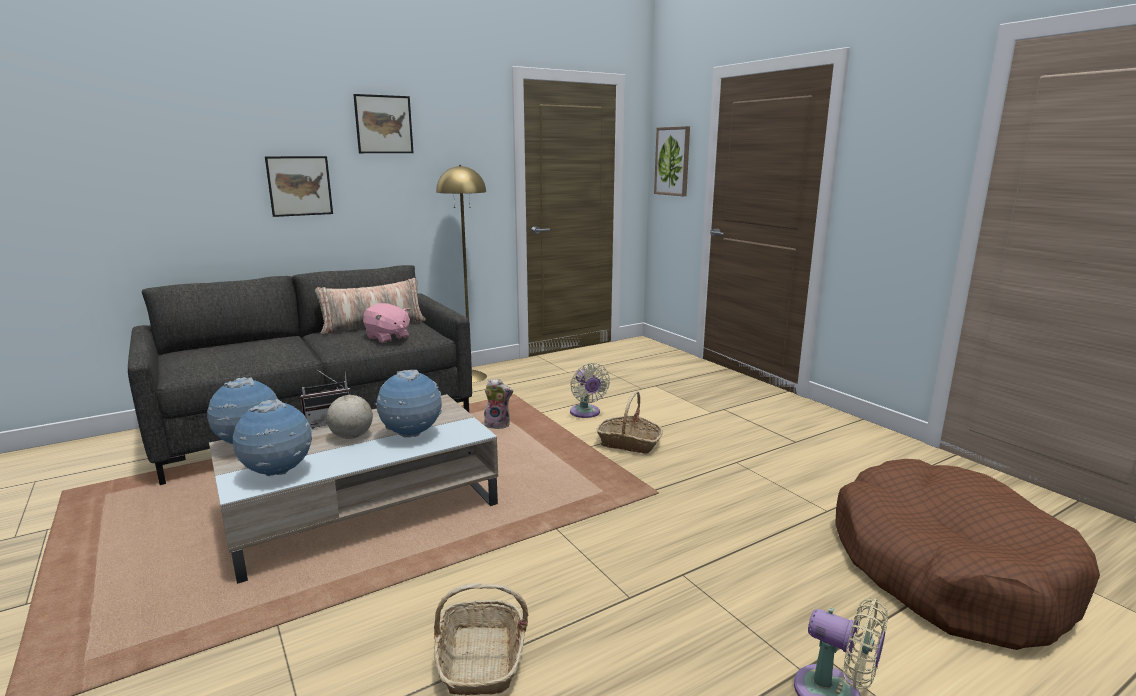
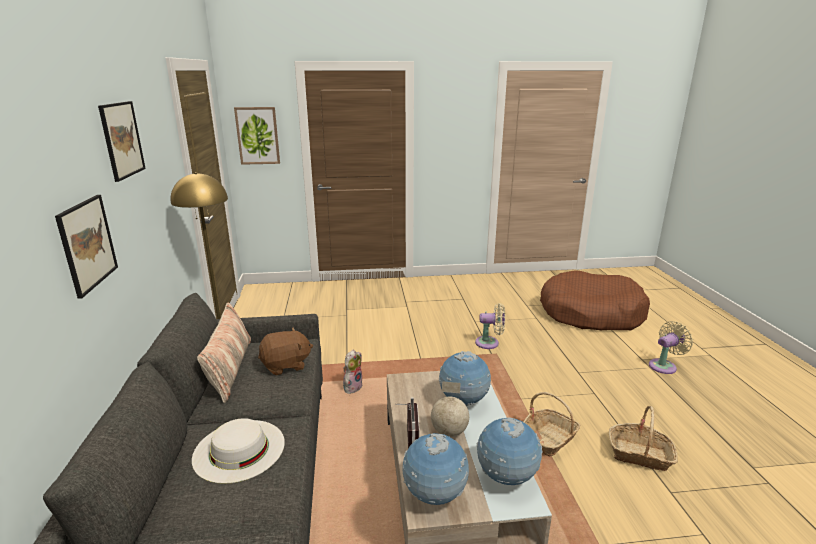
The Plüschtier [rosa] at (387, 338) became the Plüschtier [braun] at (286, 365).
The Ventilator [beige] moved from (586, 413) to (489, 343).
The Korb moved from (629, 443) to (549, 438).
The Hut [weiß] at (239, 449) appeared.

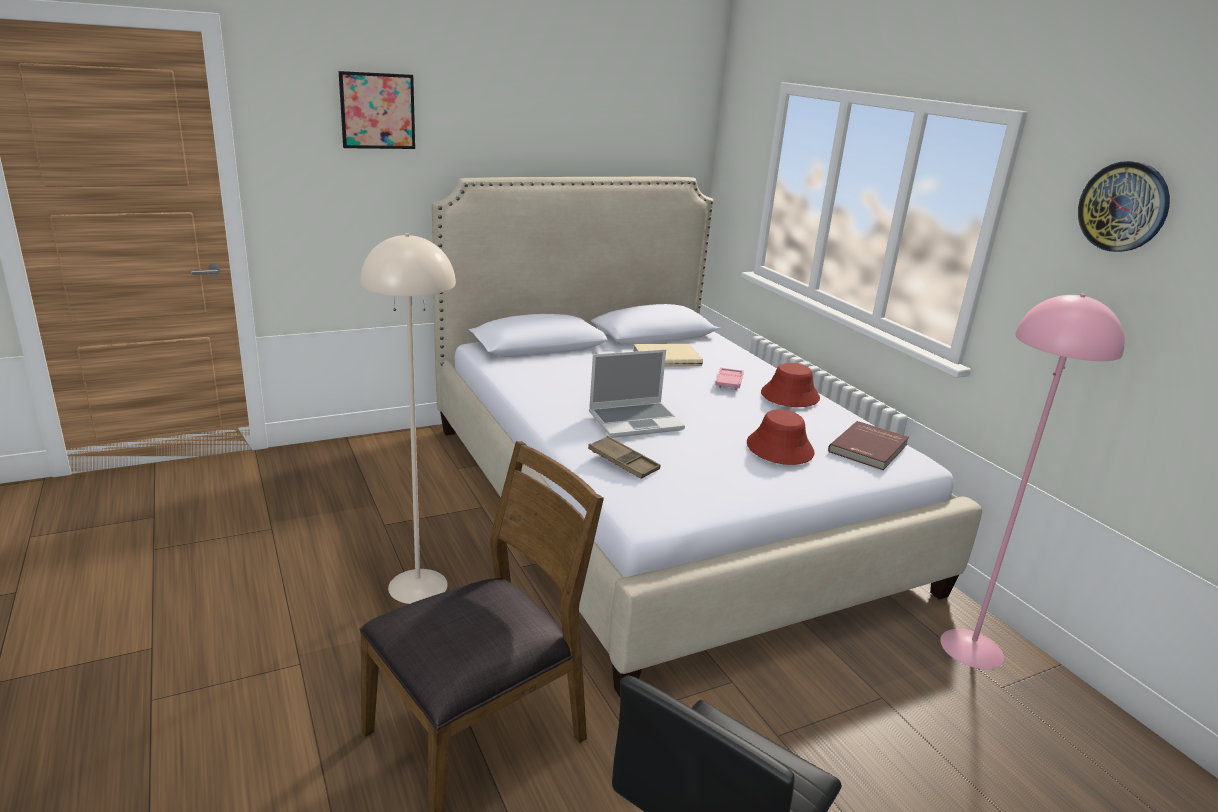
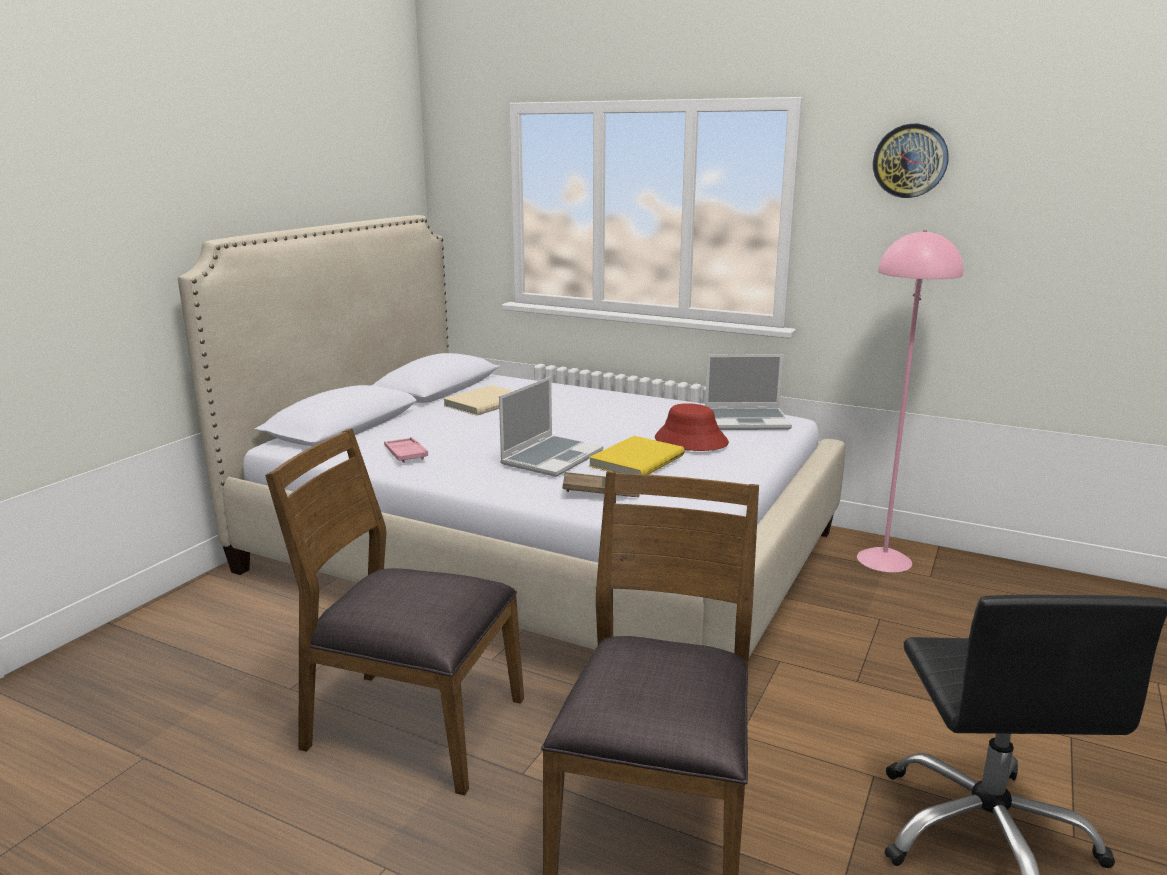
The Bild at (377, 111) disappeared.
The Stehlampe [beige] at (418, 585) was replaced by the Stuhl [braun] at (412, 725).
The Hut [rot] at (789, 396) disappeared.
The Tablett [rosa] moved from (729, 382) to (406, 454).
The Buch [rot] at (869, 448) was replaced by the Laptop at (747, 420).
The Buch [gelb] at (635, 460) appeared.

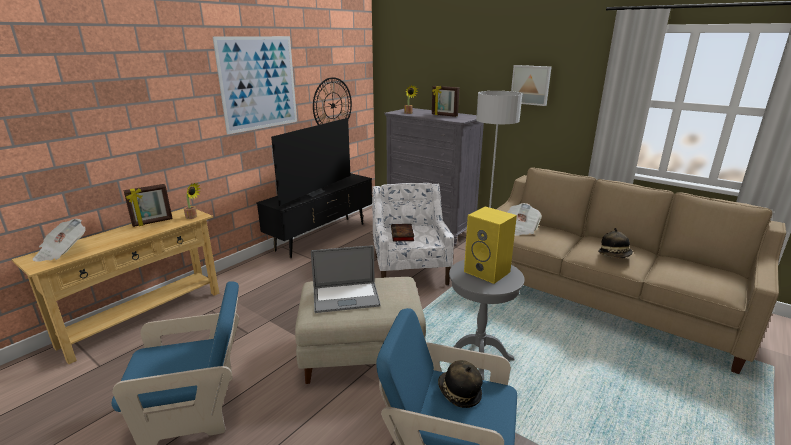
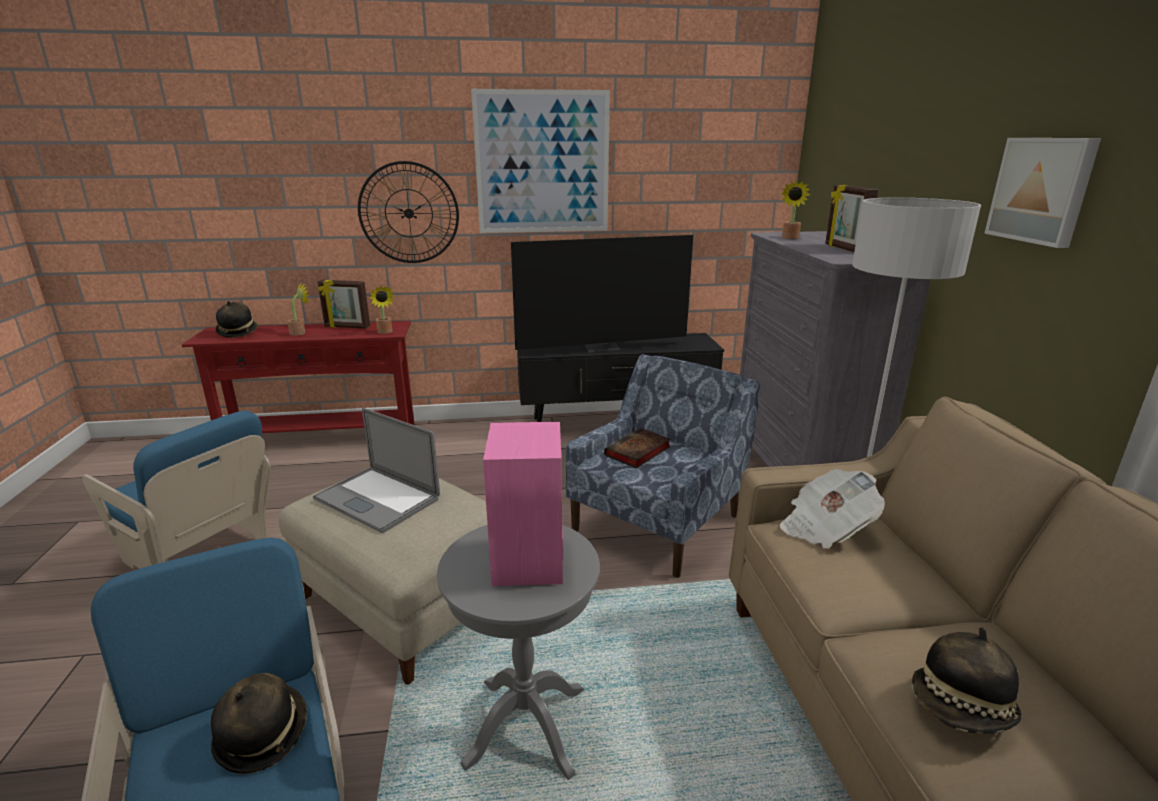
The Wanduhr moved from (332, 105) to (409, 213).
The Sessel [weiß] at (410, 269) became the Sessel [blau] at (658, 522).
The Lautsprecher [gelb] at (488, 272) became the Lautsprecher [rosa] at (530, 561).
The Konsolentisch [beige] at (144, 317) became the Konsolentisch [rot] at (322, 439).
The Zeitung at (62, 252) was replaced by the Hut at (238, 332).
The Topfpflanze at (300, 332) appeared.

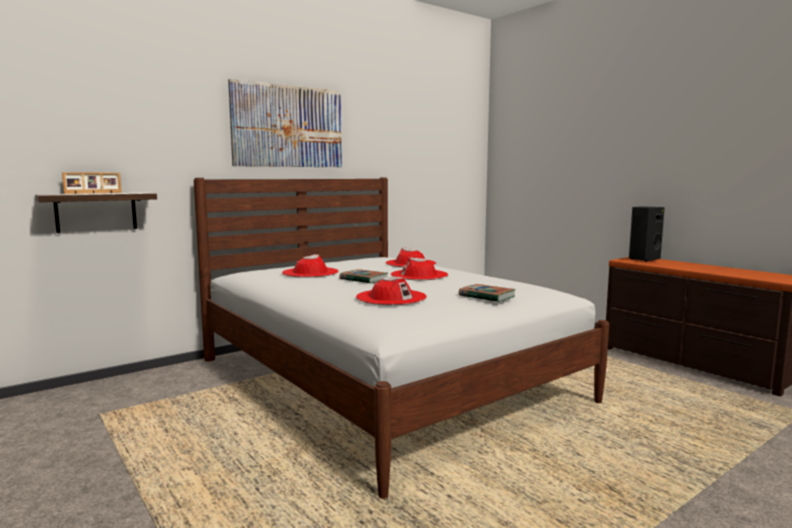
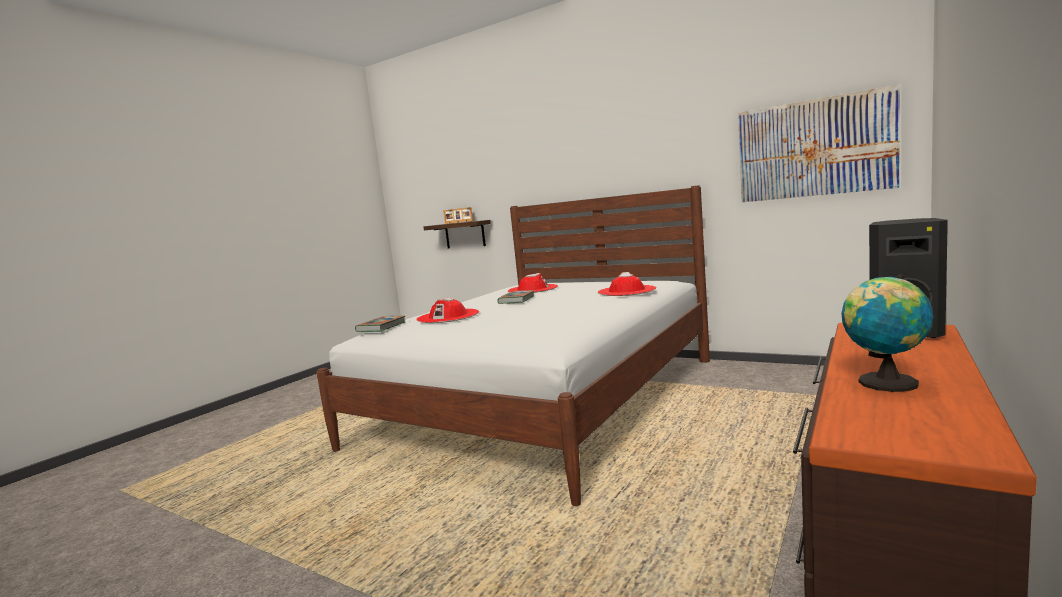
The Bild moved from (288, 126) to (814, 148).
The Hut [rot] at (419, 275) disappeared.
The Buch moved from (486, 296) to (381, 327).
The Globus at (884, 383) appeared.

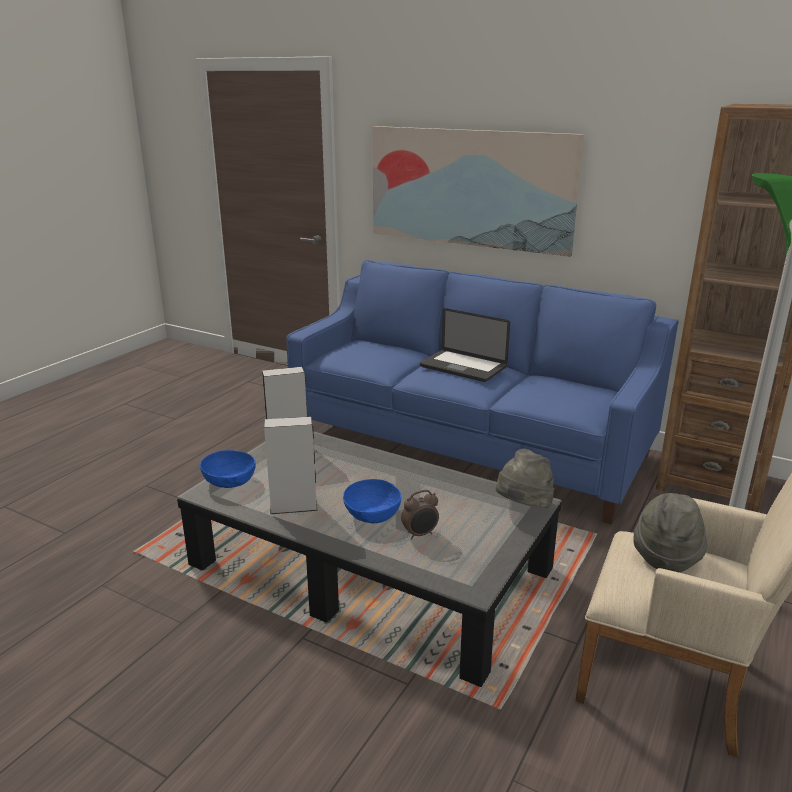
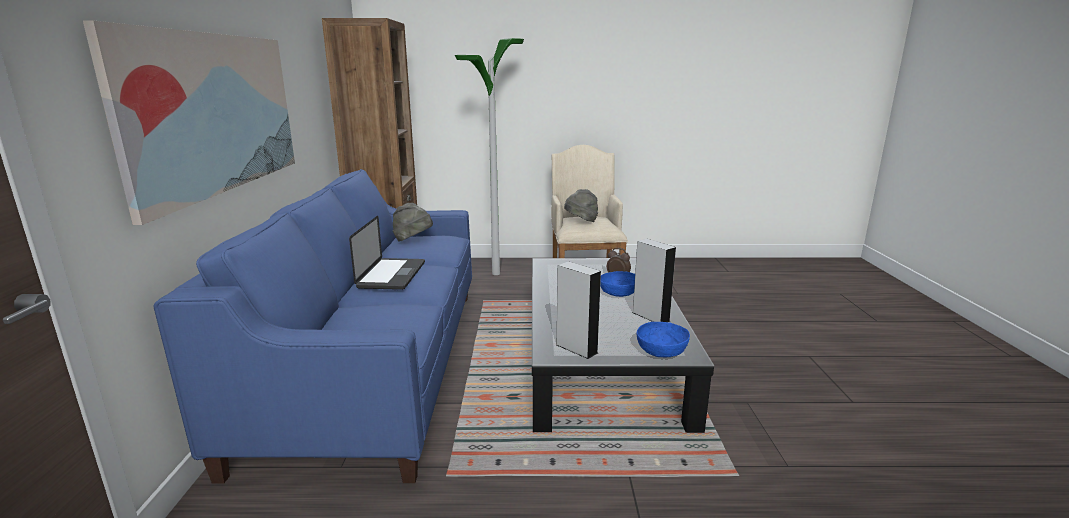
The Hut [grau] moved from (522, 507) to (413, 241).

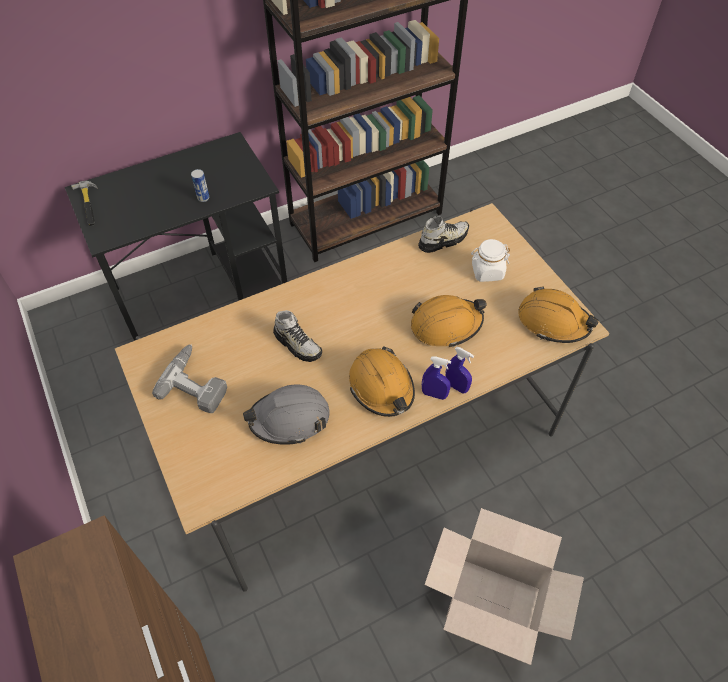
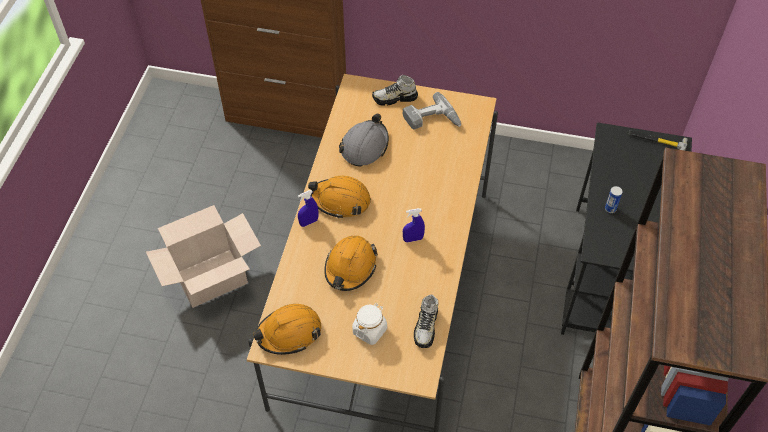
The Schuh moved from (298, 344) to (395, 98).
The Sprühflasche [blau] moved from (456, 386) to (413, 239).

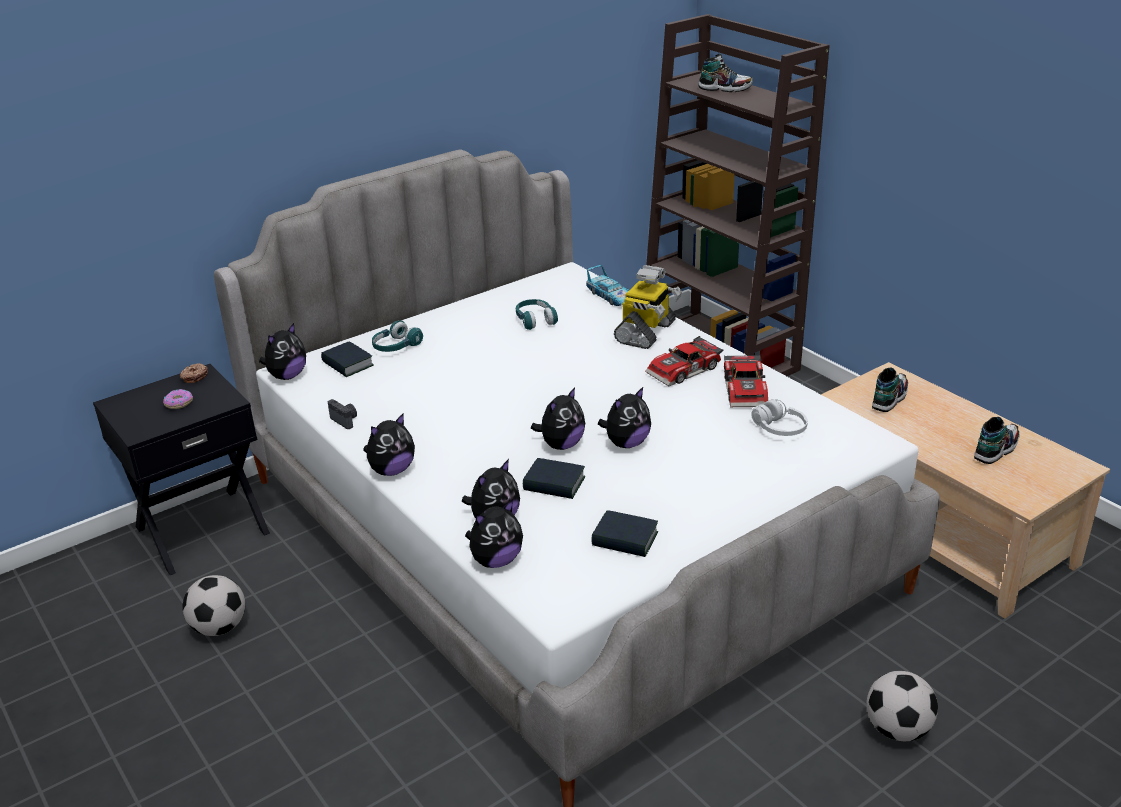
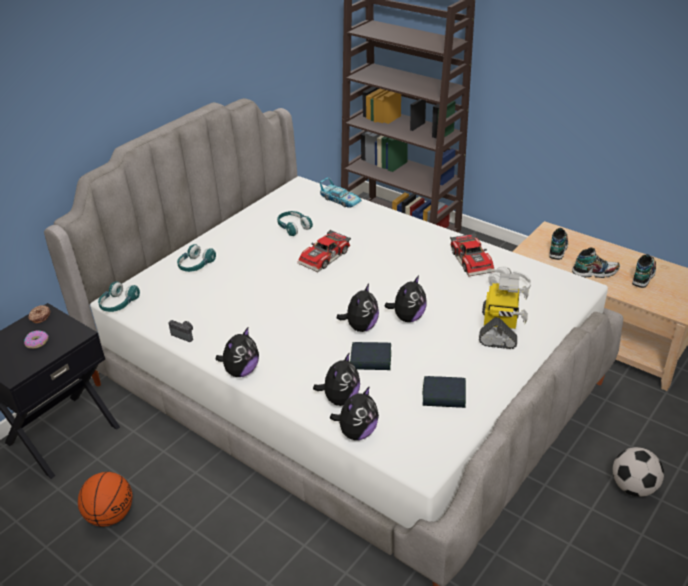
The Schuh moved from (725, 88) to (595, 272).
The Spielzeugroboter moved from (646, 333) to (500, 330).
The Plüschtier at (287, 376) was replaced by the Kopfhörer [türkis] at (118, 304).
The Spielzeugauto moved from (685, 371) to (326, 257).
The Buch at (347, 364) disappeared.
The Fußball at (219, 627) was replaced by the Basketball at (110, 515).

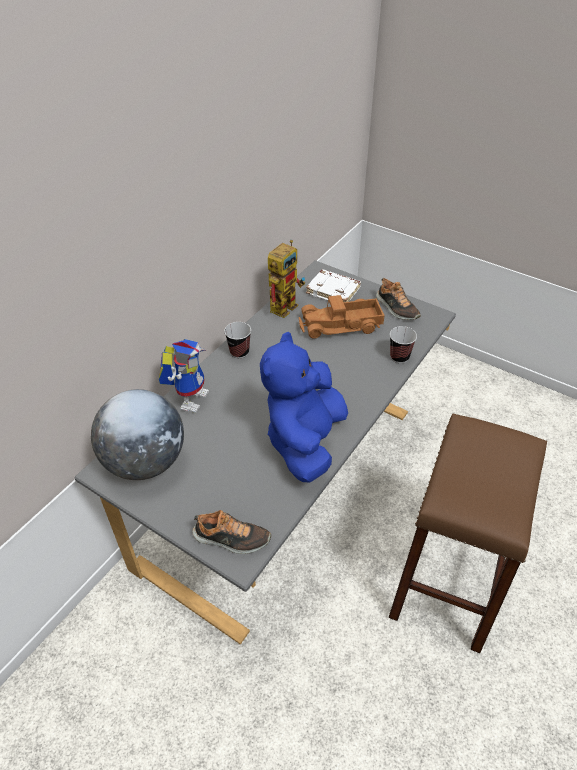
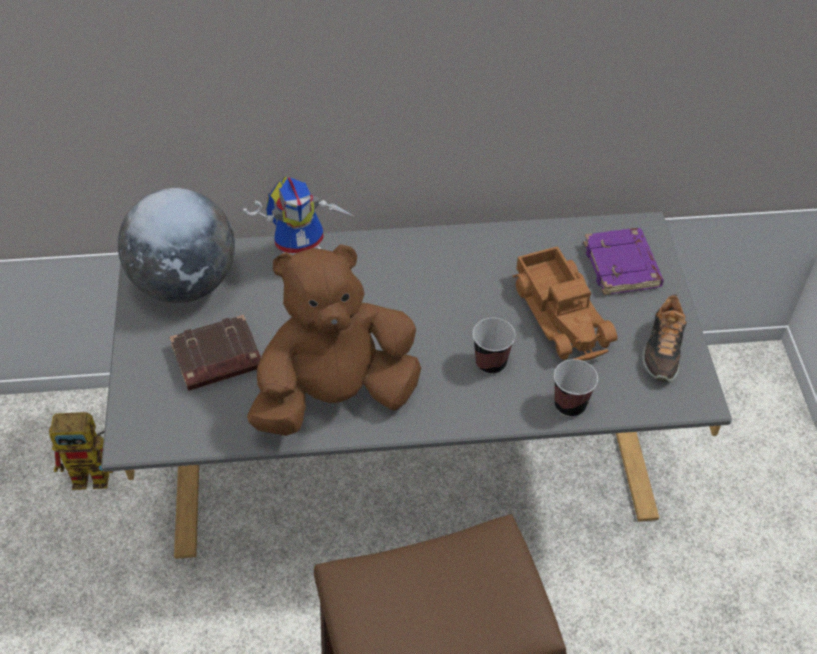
The Spielzeugroboter moved from (285, 304) to (100, 474).
The Buch [weiß] at (334, 290) became the Buch [lila] at (623, 266).
The Spielzeuglaster at (341, 326) turned 150 degrees counterclockwise.
The Tasse moved from (239, 352) to (490, 363).
The Plüschtier [blau] at (305, 441) became the Plüschtier [braun] at (335, 395).
The Schuh at (231, 539) disappeared.
The Buch [braun] at (217, 359) appeared.

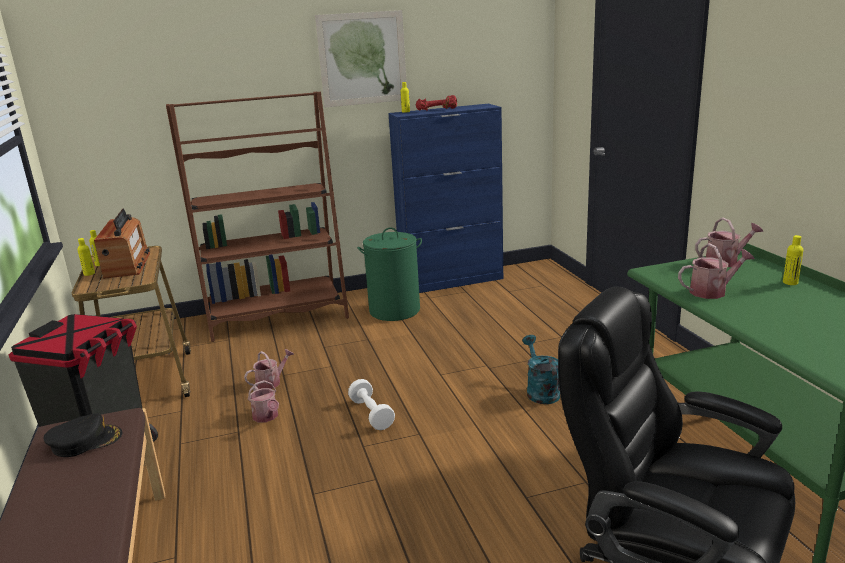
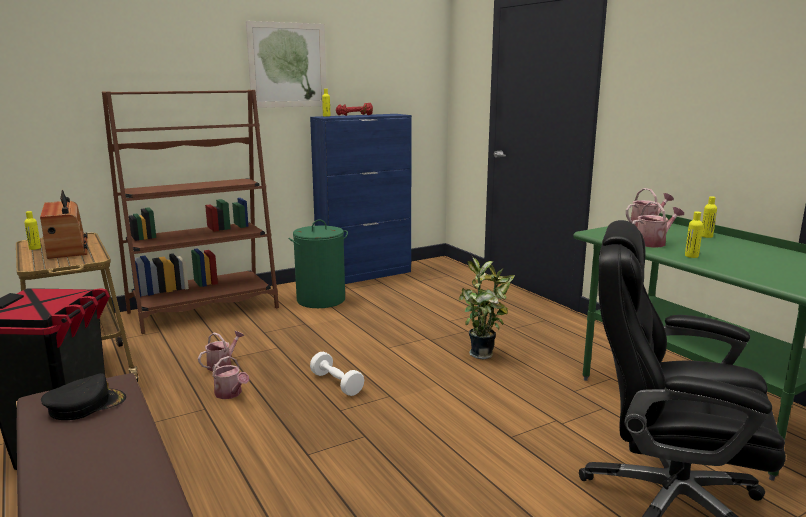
The Flasche [gelb] moved from (89, 274) to (691, 256).
The Gießkanne [türkis] at (540, 391) was replaced by the Topfpflanze at (484, 354).

